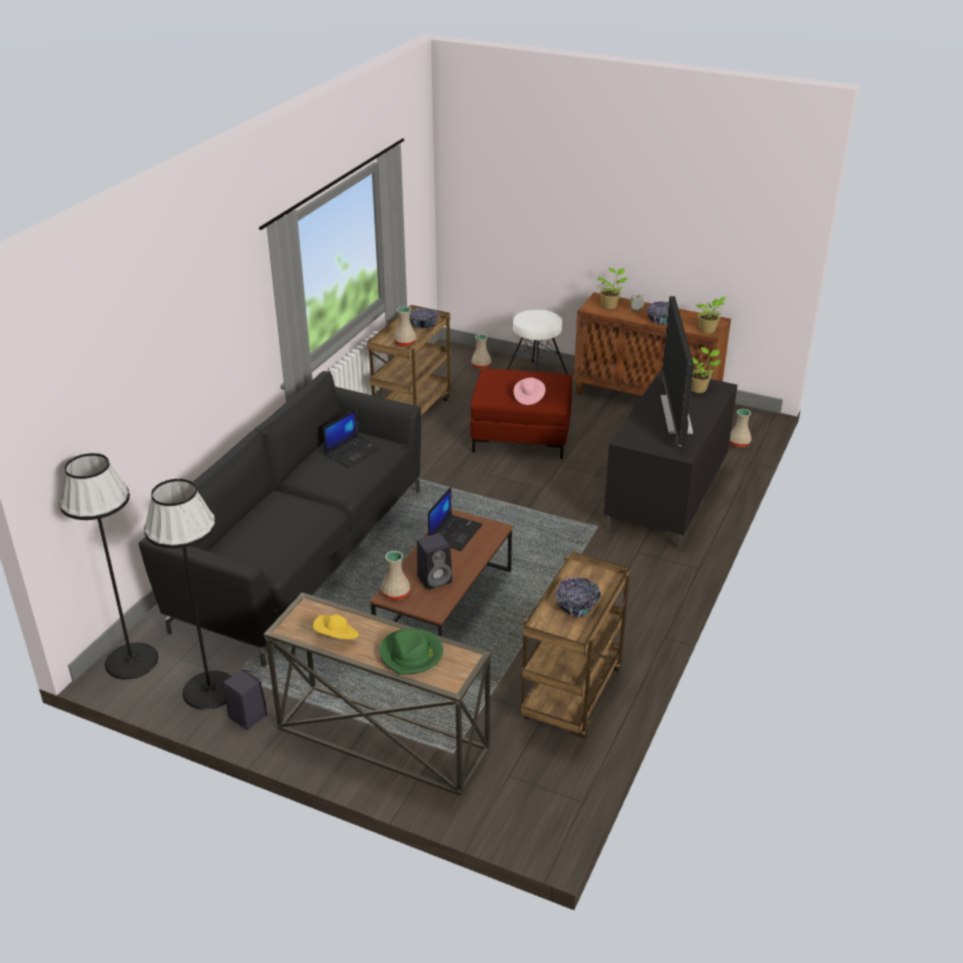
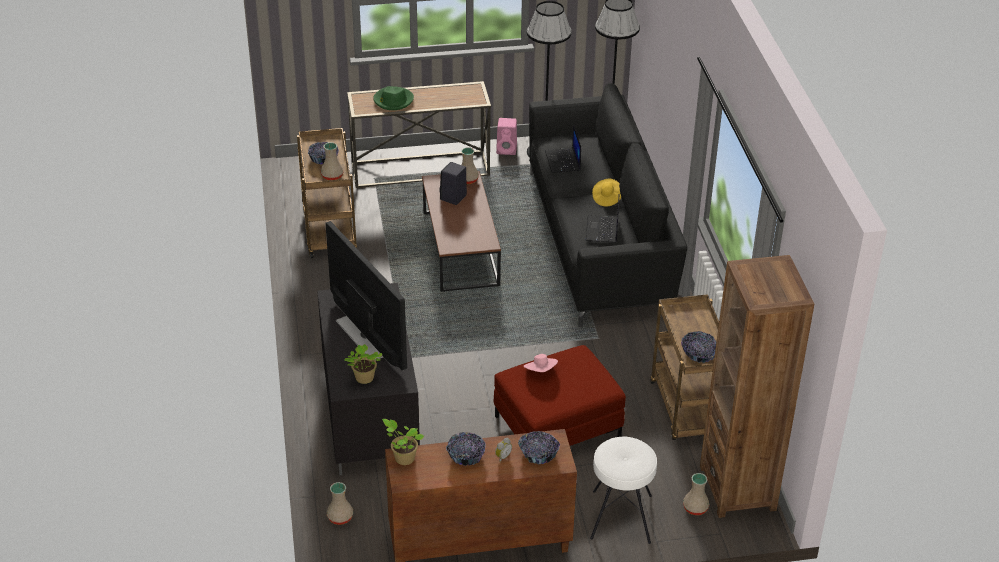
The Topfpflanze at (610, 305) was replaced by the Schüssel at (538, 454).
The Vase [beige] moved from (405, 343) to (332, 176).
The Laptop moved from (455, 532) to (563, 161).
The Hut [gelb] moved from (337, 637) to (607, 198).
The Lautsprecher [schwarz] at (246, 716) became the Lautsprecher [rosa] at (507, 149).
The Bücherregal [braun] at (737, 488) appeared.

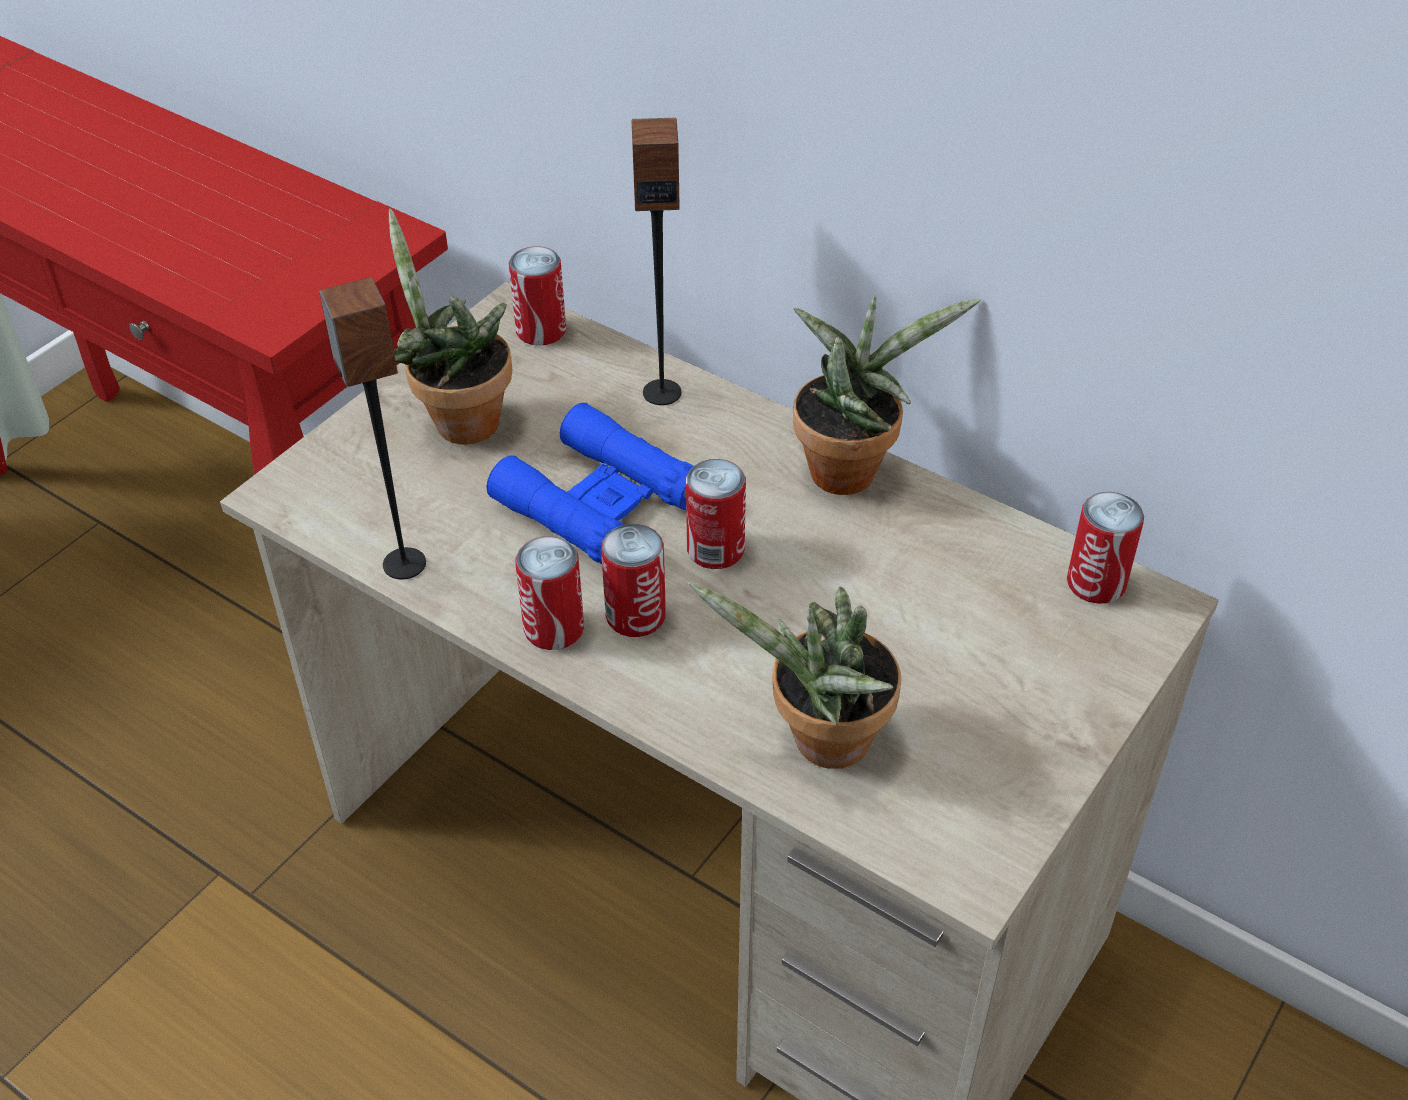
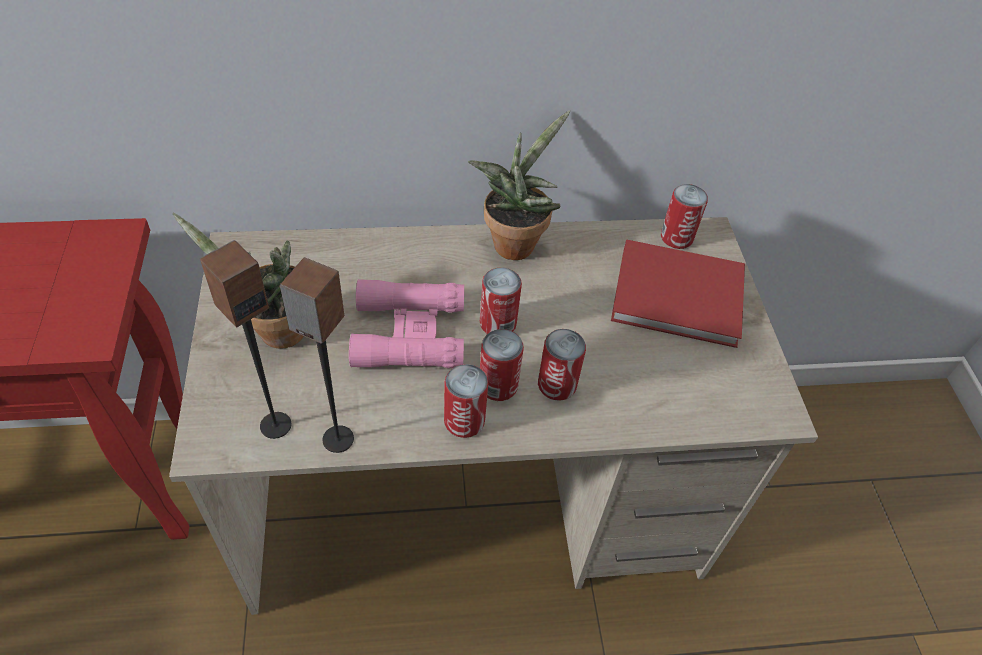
The Lautsprecher moved from (662, 392) to (275, 425).
The Dose moved from (541, 331) to (557, 385).
The Fernglas [blau] at (599, 501) became the Fernglas [rosa] at (409, 333).
The Topfpflanze at (820, 744) disappeared.
The Buch [rot] at (682, 297) appeared.

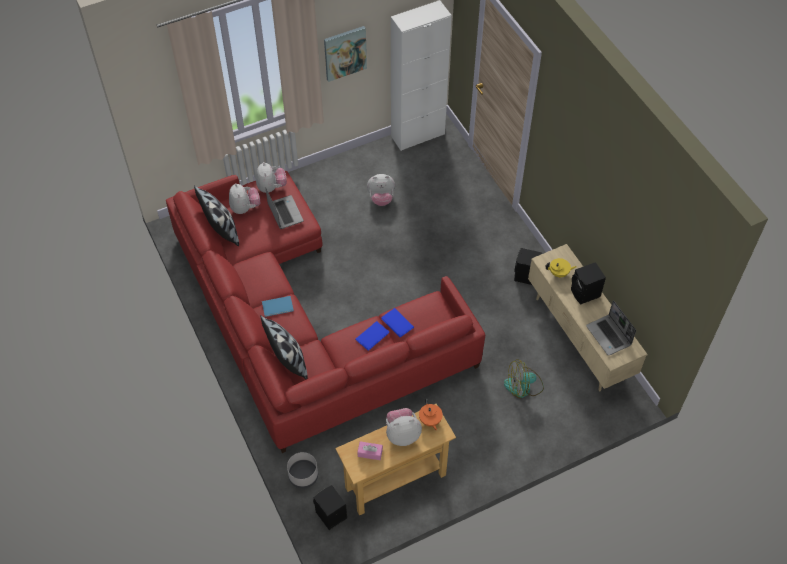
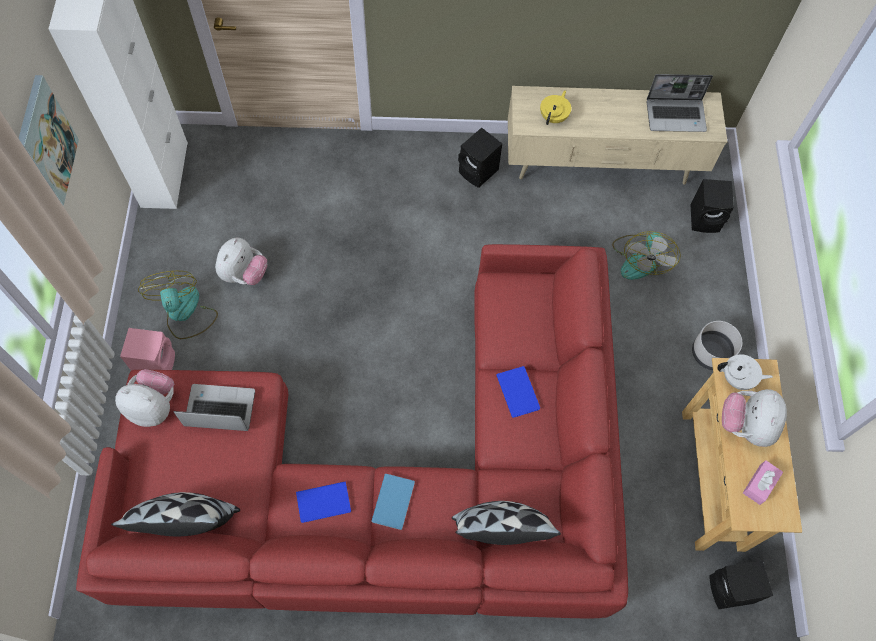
The Plüschtier at (245, 208) disappeared.
The Lautsprecher [schwarz] moved from (585, 294) to (706, 219).
The Buch [blau] moved from (397, 324) to (325, 503).
The Teekanne [orange] at (430, 420) became the Teekanne [weiß] at (738, 379).
The Pflanzkübel [grau] moved from (303, 476) to (710, 353).
The Ventilator at (184, 313) appeared.
The Lautsprecher [rosa] at (156, 362) appeared.

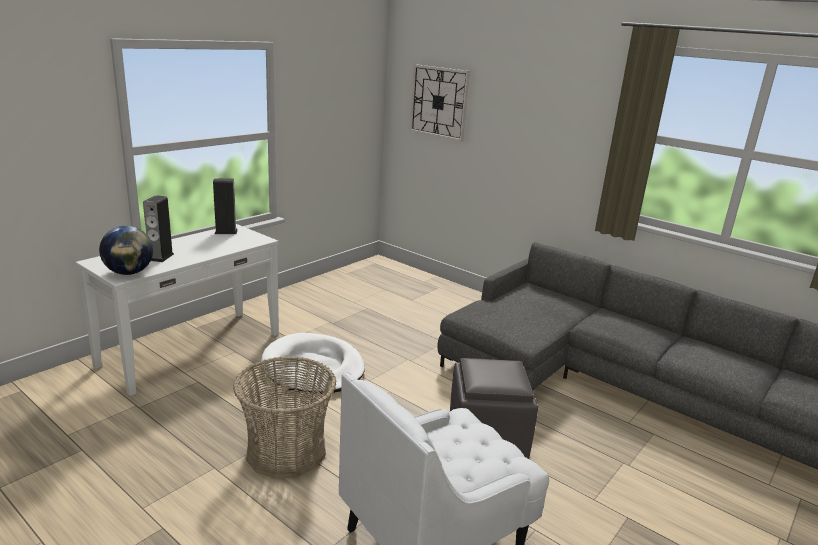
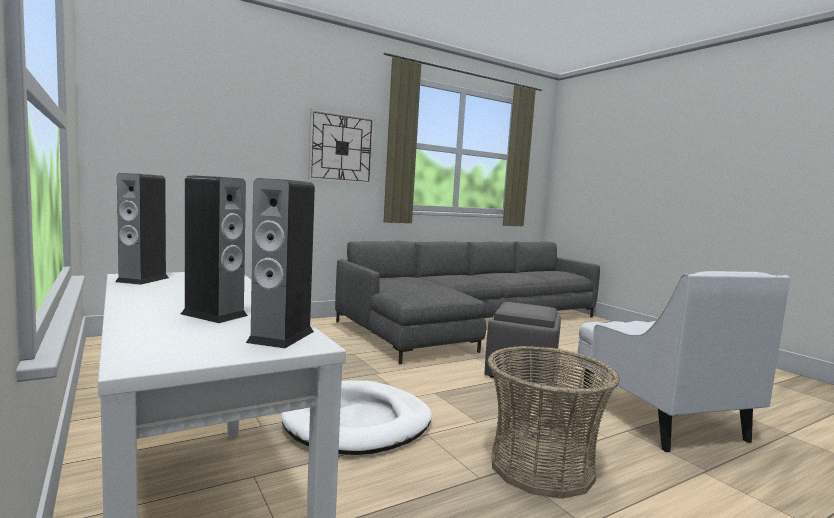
The Wanduhr moved from (439, 102) to (341, 148).
The Globus at (129, 273) was replaced by the Lautsprecher at (281, 337).

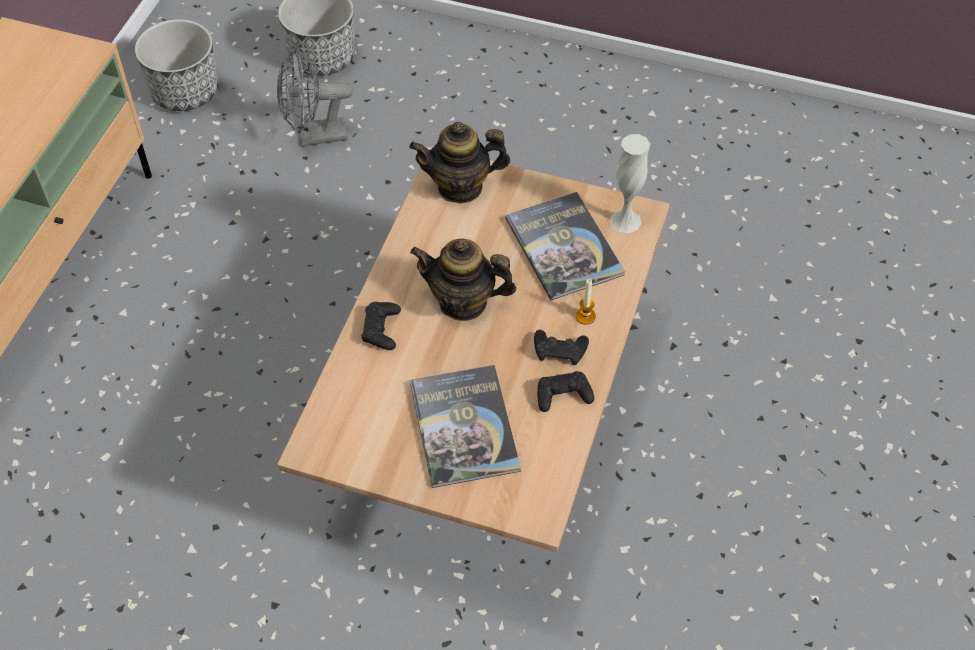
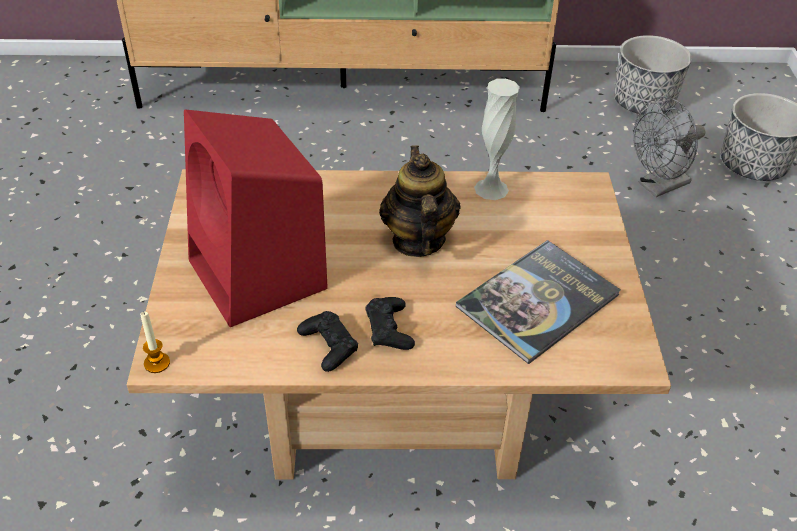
The Ventilator [grau] at (315, 136) turned 90 degrees counterclockwise.
The Teekanne at (460, 187) disappeared.
The Vase [weiß] moved from (625, 221) to (491, 189).
The Kerze moved from (585, 316) to (157, 363).
The Gamepad [schwarz] at (381, 329) disappeared.
The Buch at (464, 426) was replaced by the Lautsprecher [rot] at (260, 276).

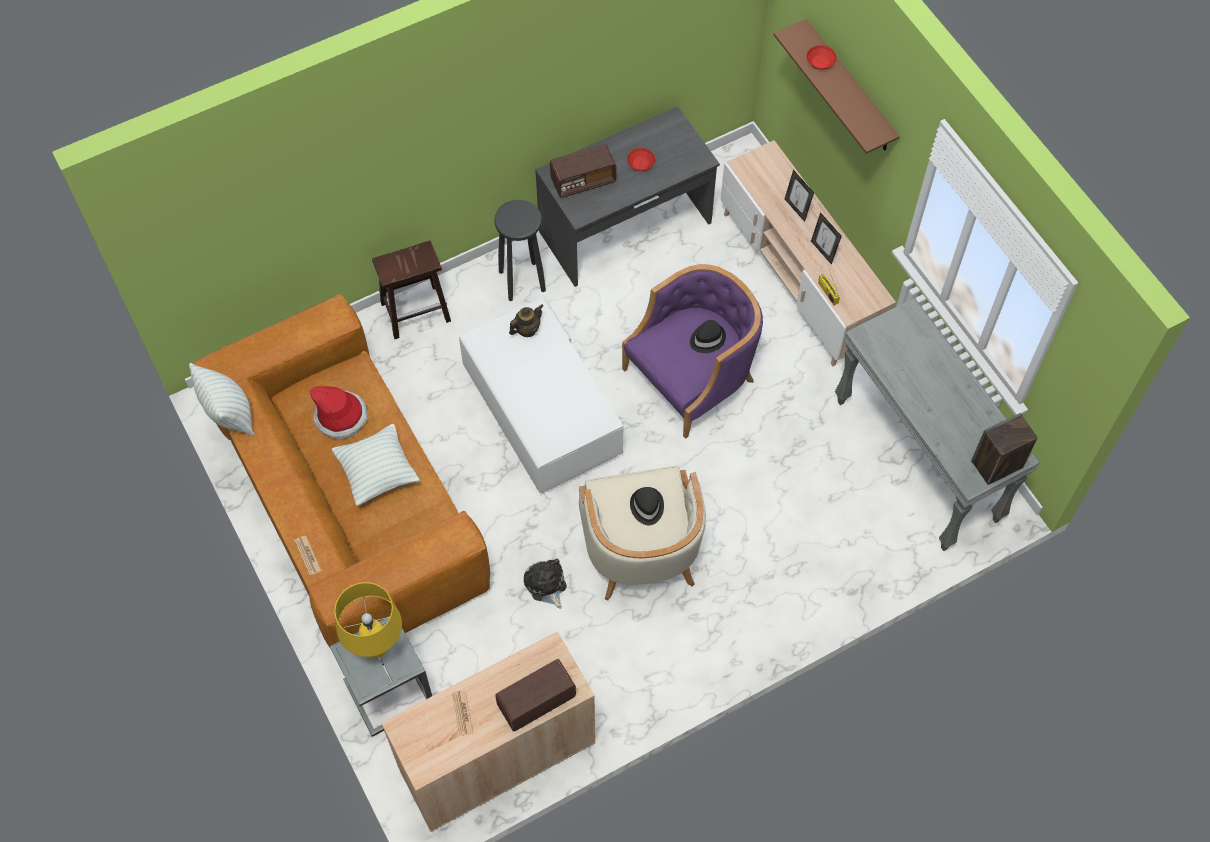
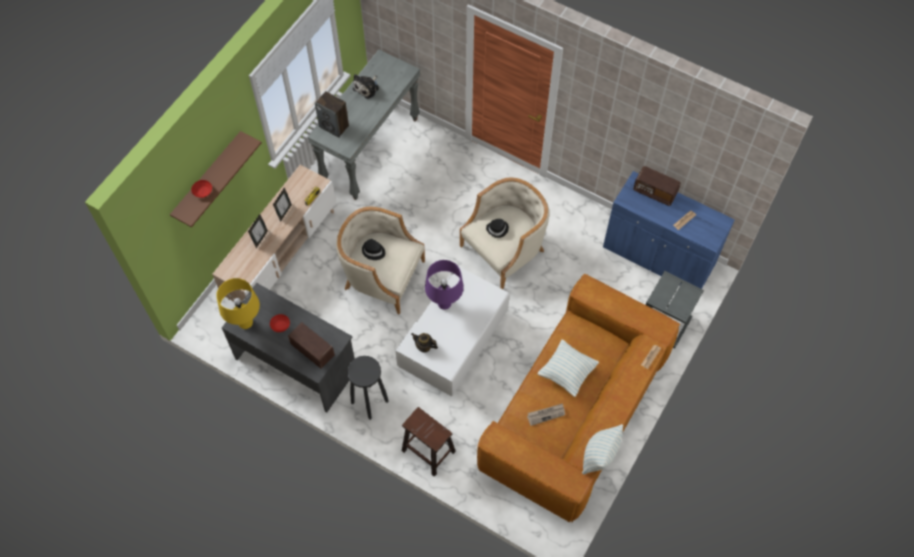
The Sessel [lila] at (692, 376) became the Sessel [beige] at (382, 276).
The Hut at (341, 417) was replaced by the Zeitung at (546, 414).
The Lautsprecher moved from (996, 465) to (334, 126).
The Plüschtier moved from (546, 585) to (367, 88).
The Tischlampe [gelb] moved from (376, 648) to (246, 323).
The Schrank [beige] at (497, 756) became the Schrank [blau] at (658, 256).
The Tischlampe [lila] at (444, 304) appeared.

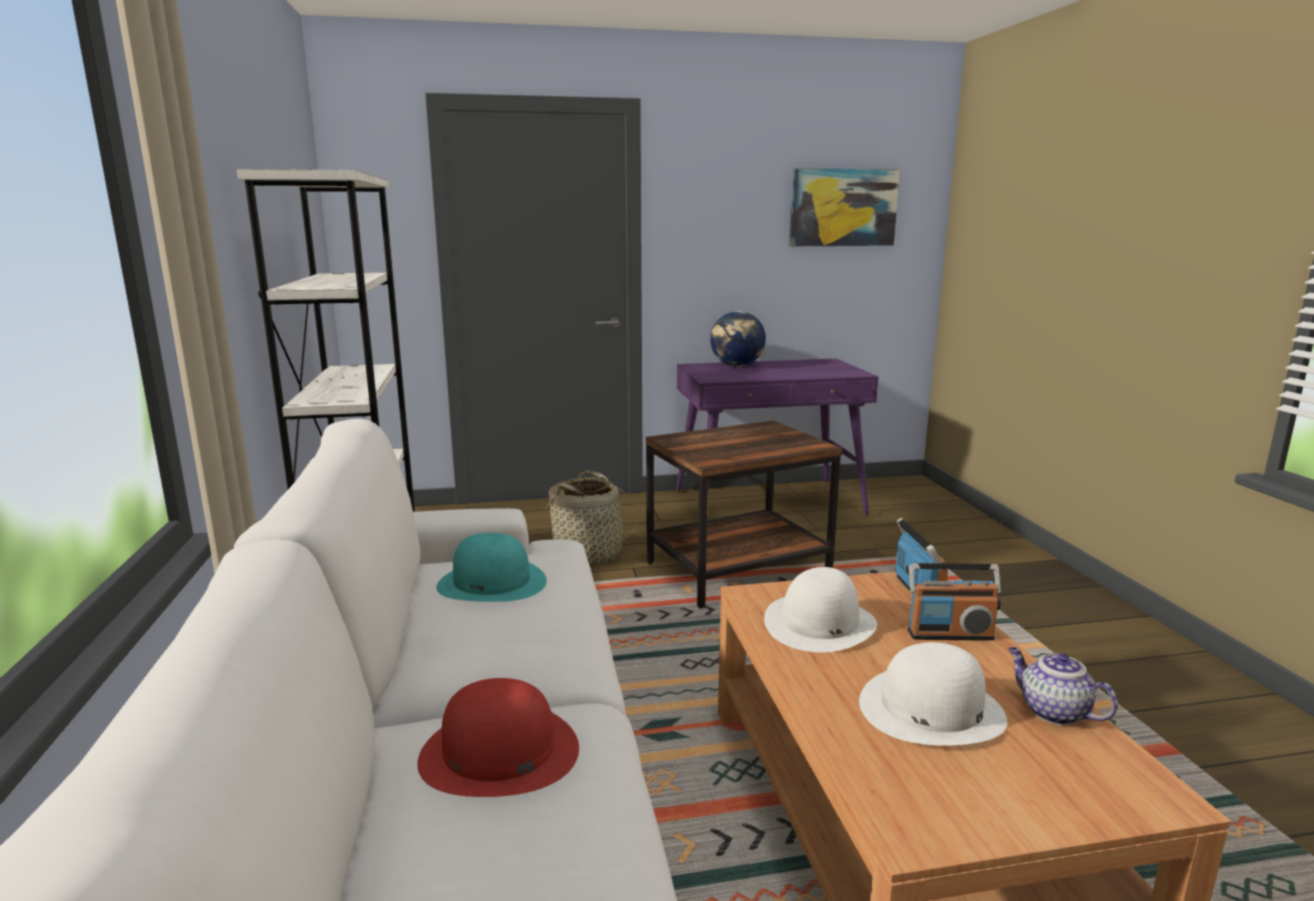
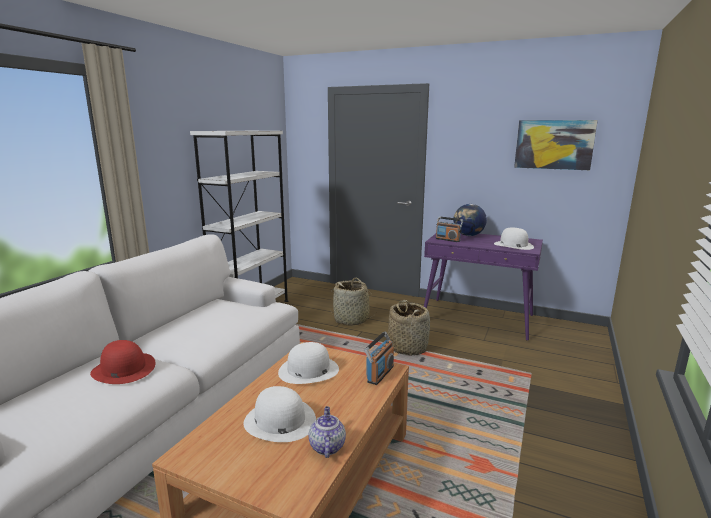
The Beistelltisch [braun] at (736, 570) was replaced by the Korb at (407, 347).
The Hut [türkis] at (492, 583) disappeared.
The Radio moved from (949, 634) to (448, 240).
The Hut [weiß] at (513, 245) appeared.

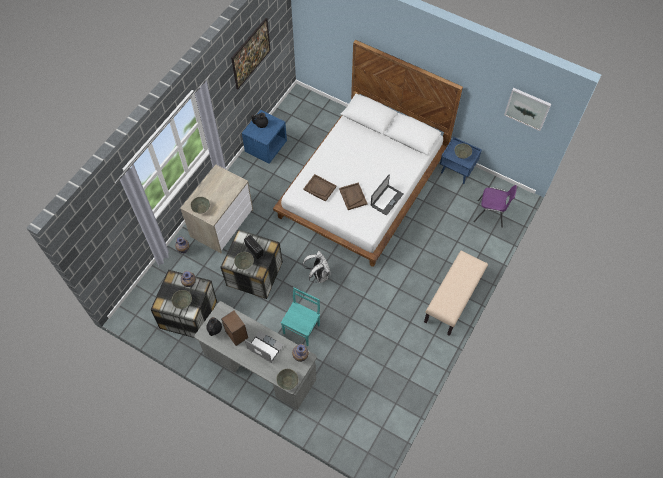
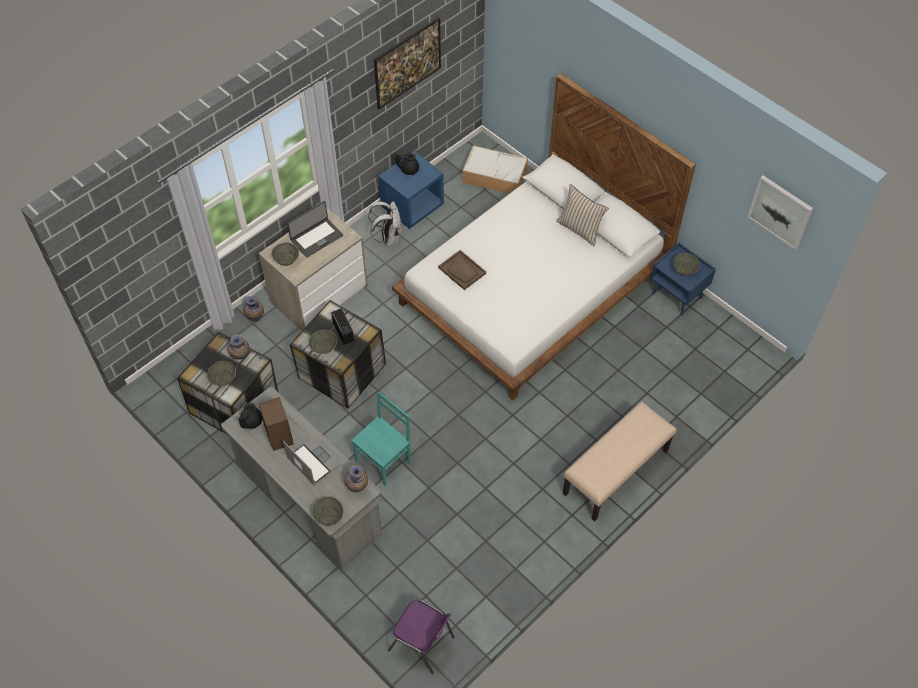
The Laptop moved from (386, 200) to (316, 237).
The Tablett [braun] at (353, 196) disappeared.
The Stuhl [lila] moved from (490, 214) to (423, 644).
The Rucksack [weiß] moved from (318, 275) to (388, 238).
The Aufbewahrungsbox at (495, 176) appeared.
The Kissen [beige] at (580, 229) appeared.

